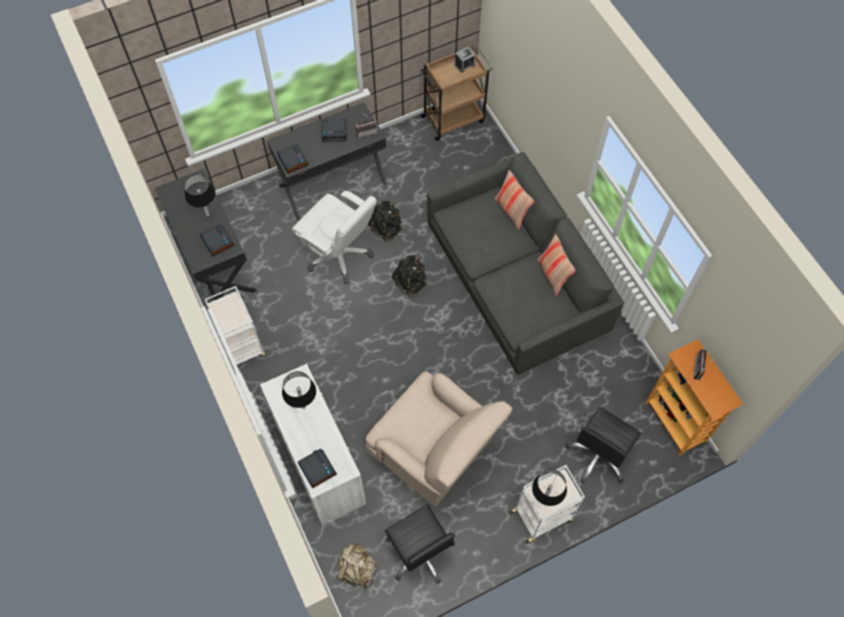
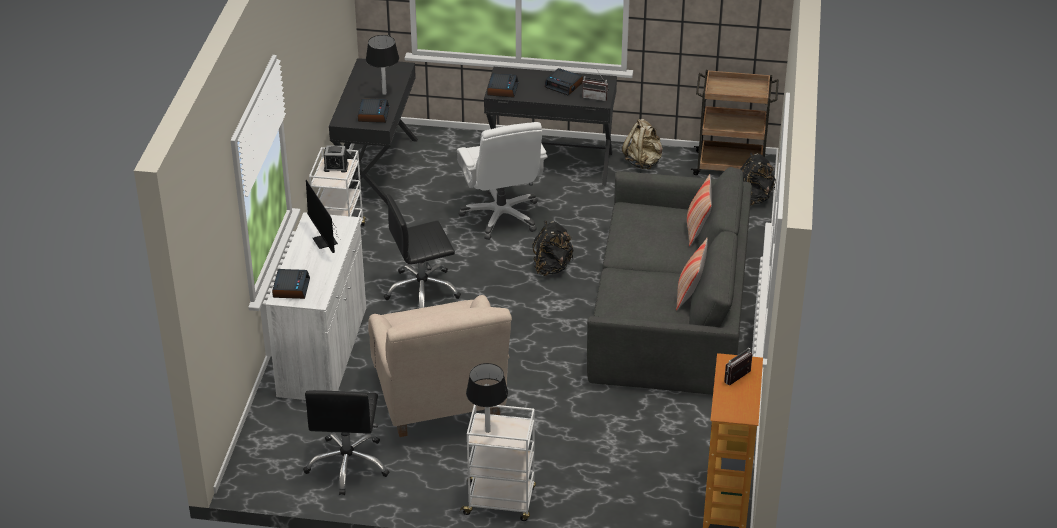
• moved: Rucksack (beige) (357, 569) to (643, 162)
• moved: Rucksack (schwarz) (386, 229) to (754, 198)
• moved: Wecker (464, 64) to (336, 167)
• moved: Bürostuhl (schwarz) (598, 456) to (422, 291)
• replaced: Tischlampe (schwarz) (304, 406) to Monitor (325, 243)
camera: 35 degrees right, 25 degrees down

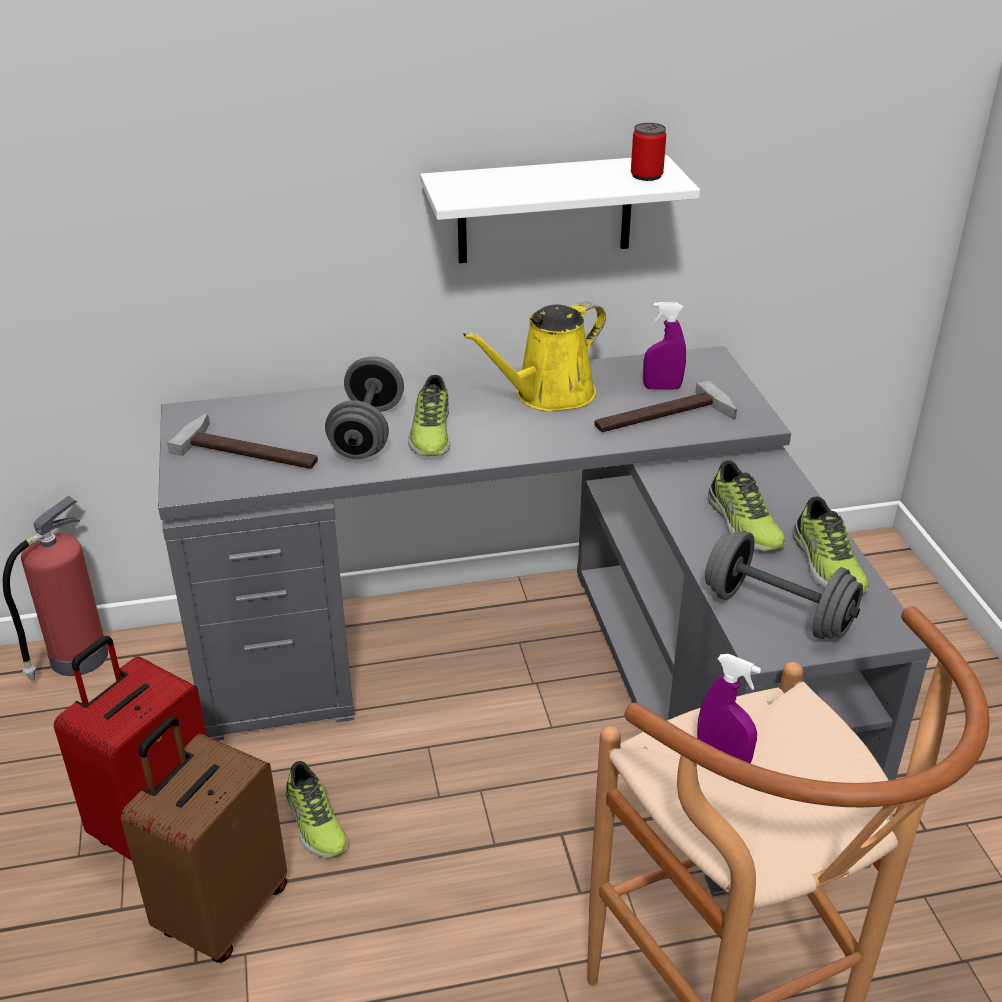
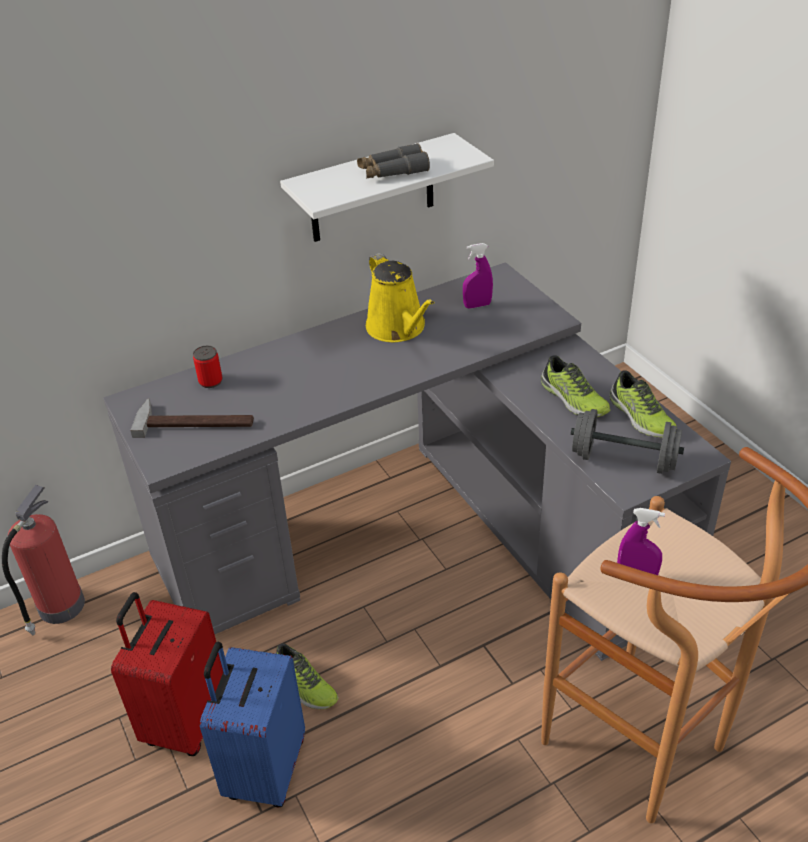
• removed: Hantel (grau) (367, 432)
• removed: Schuh (430, 433)
• removed: Hammer (664, 418)
• added: Fernglas (grau) (393, 171)
• moved: Dose (646, 175) to (210, 381)
• recoloured: Koffer (braun) (221, 911) to Koffer (blau) (264, 769)
• turned: Gießkanne (gelb) (548, 395) = (398, 328) 60 degrees counterclockwise
camera: 15 degrees left, 5 degrees up

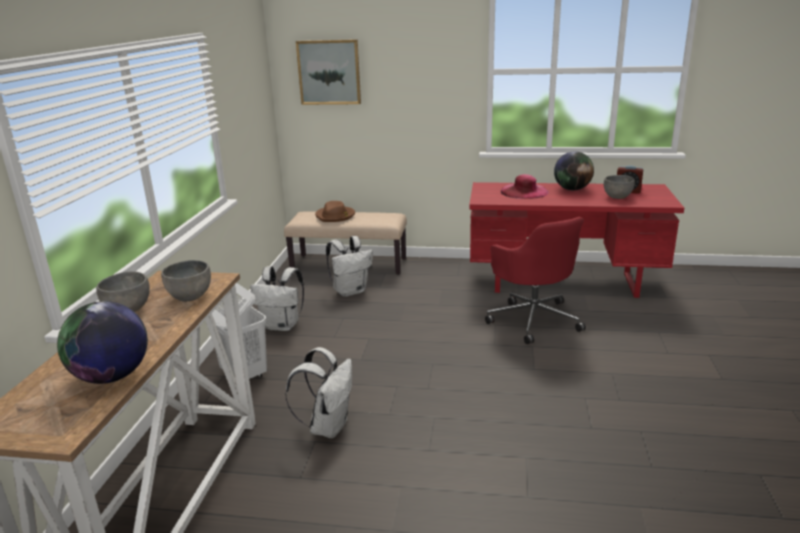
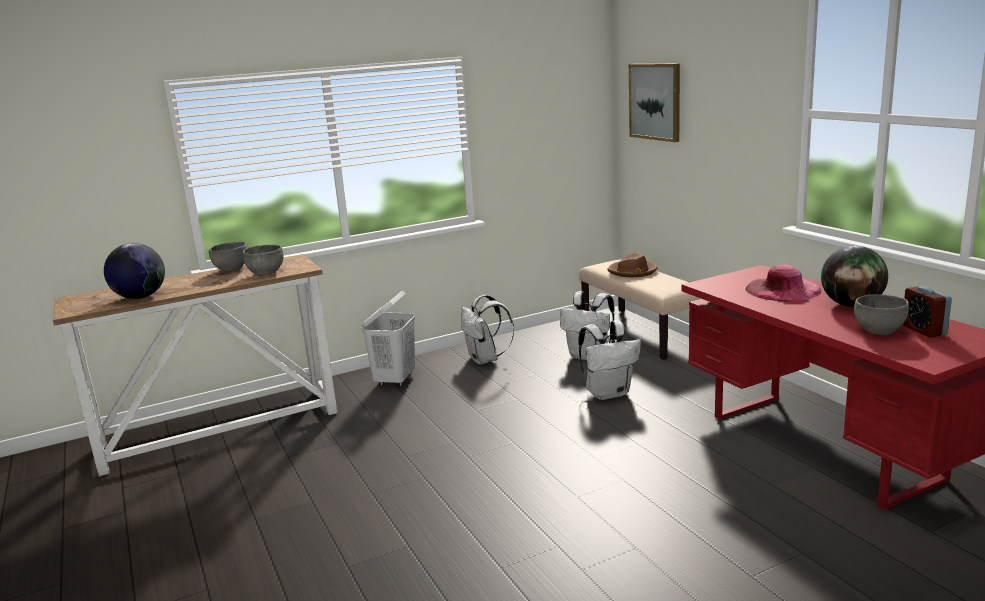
• removed: Bürostuhl (rot) (533, 319)
• moved: Rucksack (weiß) (328, 426) to (608, 393)
camera: 55 degrees right, 5 degrees down

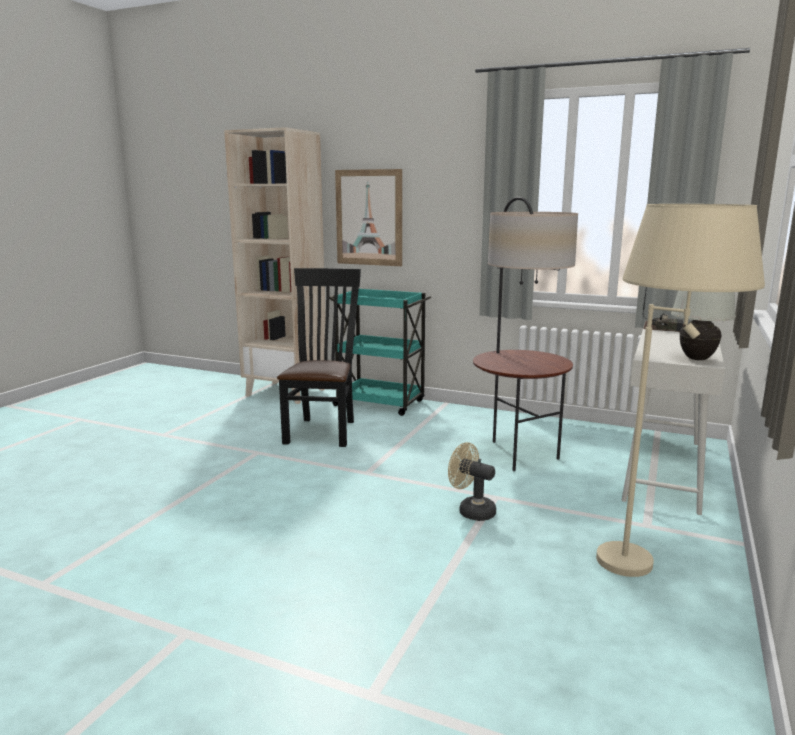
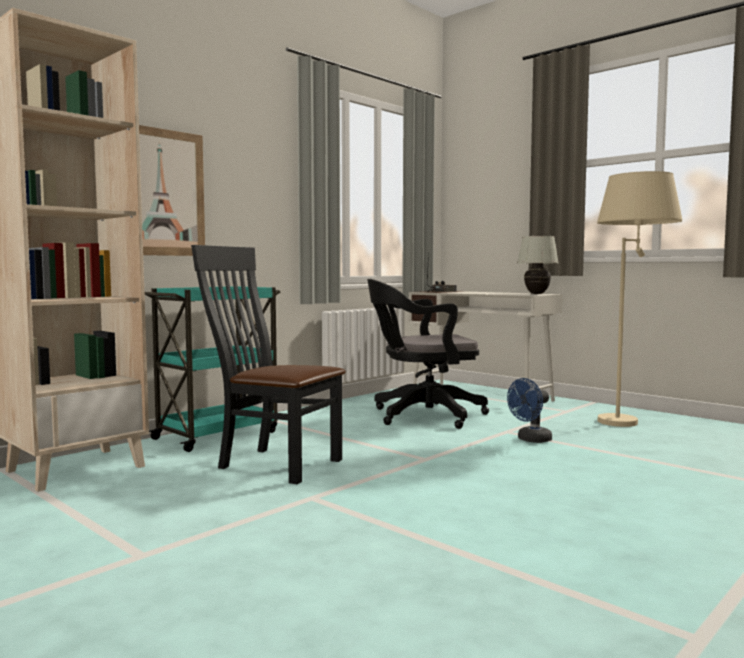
• replaced: Stehlampe (517, 454) to Bürostuhl (schwarz) (422, 416)
• recoloured: Ventilator (beige) (471, 511) to Ventilator (blau) (530, 440)
camera: 70 degrees left, 10 degrees down

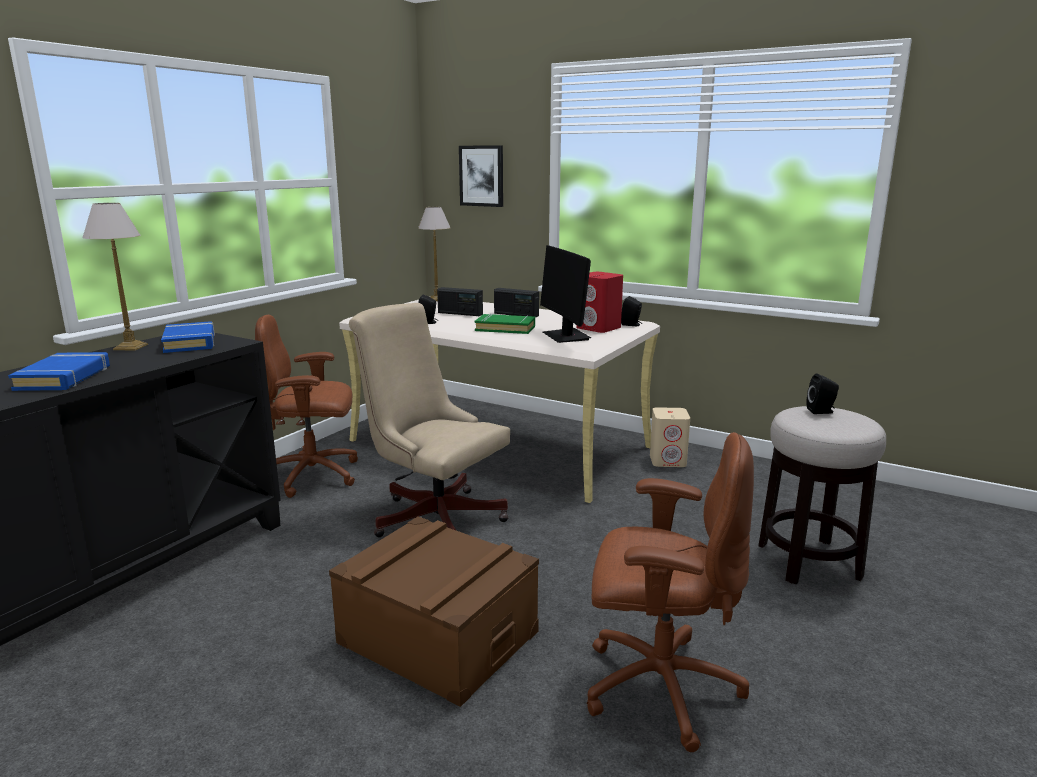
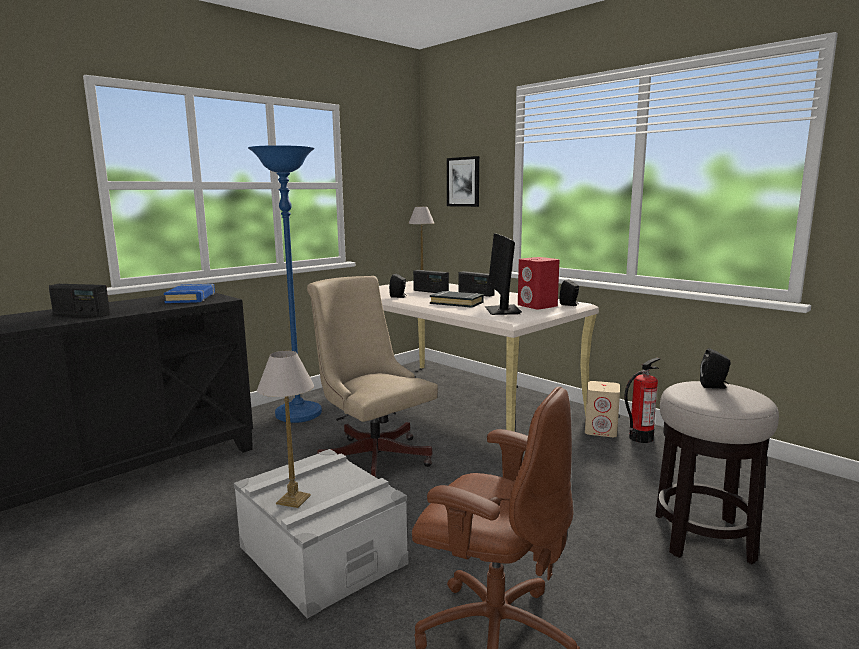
• added: Feuerlöscher (640, 438)
• moved: Tischlampe (131, 347) to (294, 499)
• replaced: Buch (blau) (64, 378) to Radio (81, 315)
• replaced: Bürostuhl (braun) (314, 475) to Stehlampe (blau) (298, 415)
• recoloured: Aufbewahrungsbox (braun) (437, 637) to Aufbewahrungsbox (grau) (321, 555)
• recoloured: Buch (grün) (505, 328) to Buch (schwarz) (457, 303)
camera: 15 degrees right, 5 degrees down

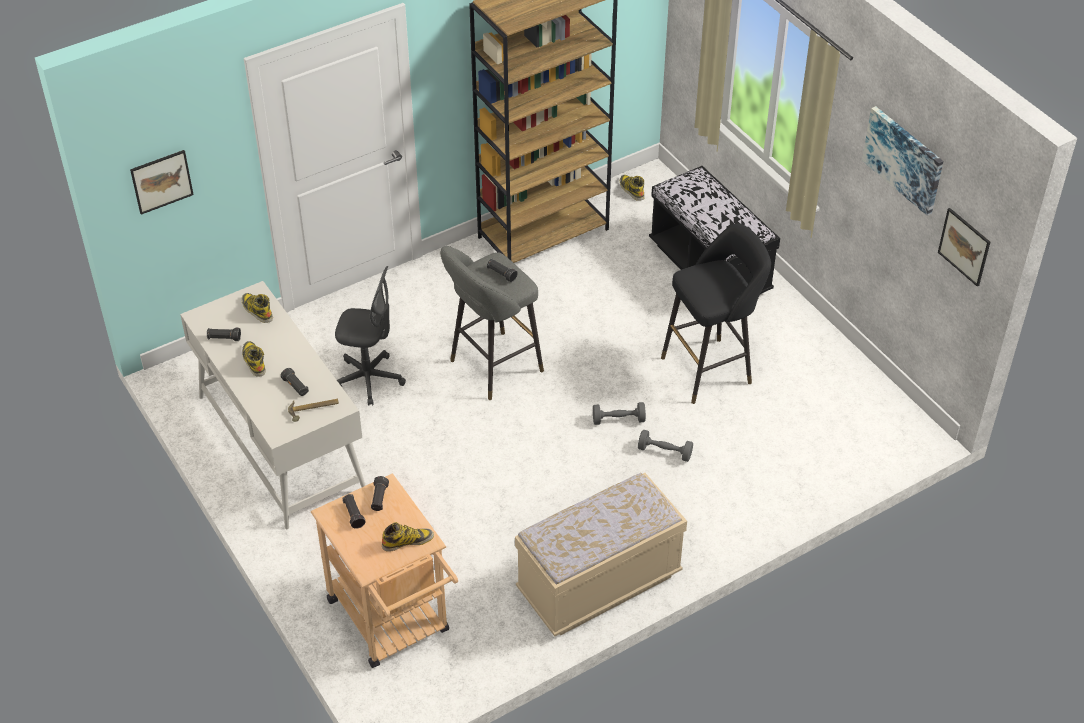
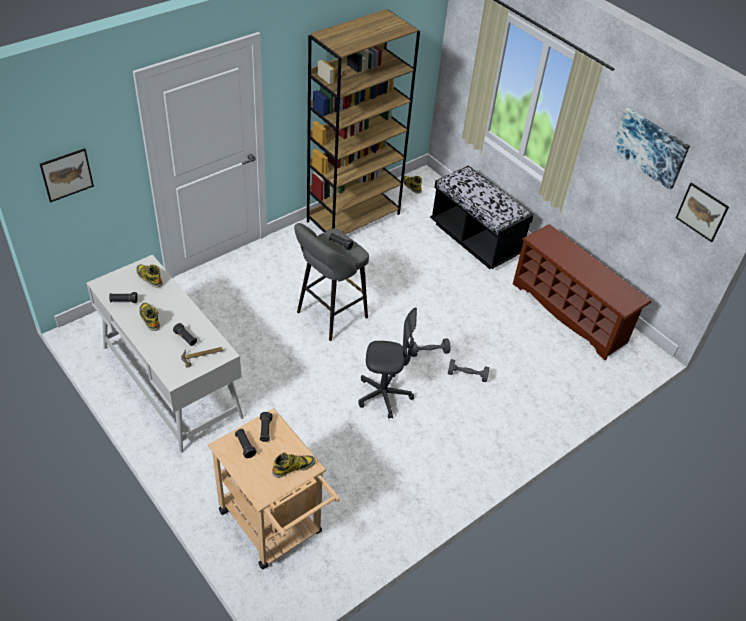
• removed: Bank (beige) (599, 584)
• removed: Hocker (schwarz) (711, 369)
• added: Schuhregal (braun) (570, 313)
• moved: Bürostuhl (grau) (369, 379) to (384, 395)
camera: 10 degrees left, 0 degrees up

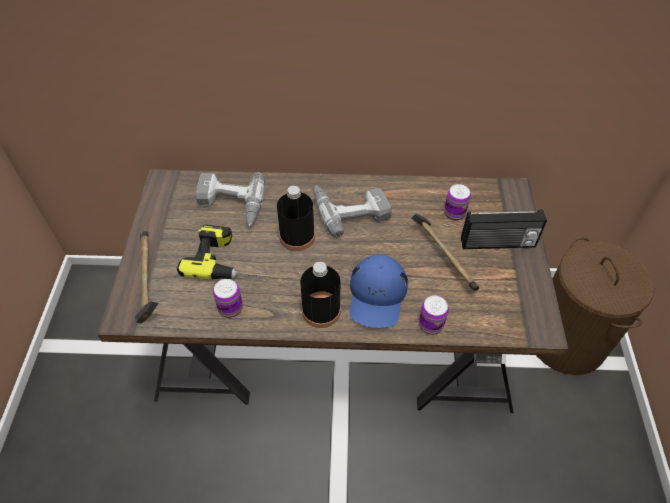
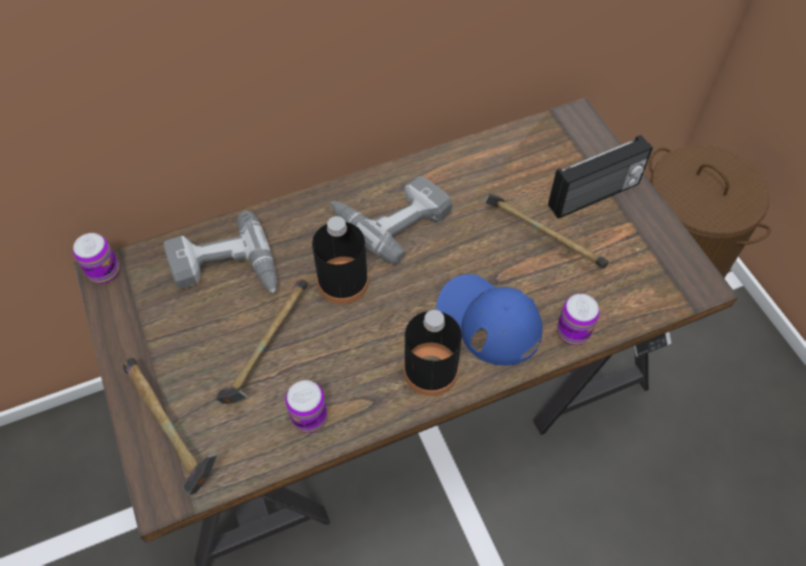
• moved: Dose (454, 213) to (104, 272)
• replaced: Bohrmaschine (227, 259) to Hammer (266, 351)
• turned: Kappe (blau) (377, 295) = (488, 320) 150 degrees clockwise
camera: 25 degrees left, 5 degrees up

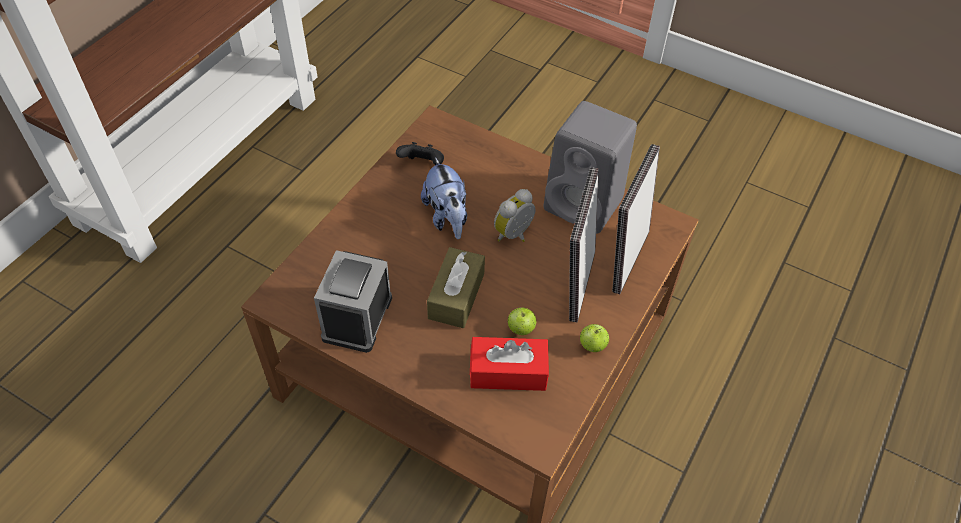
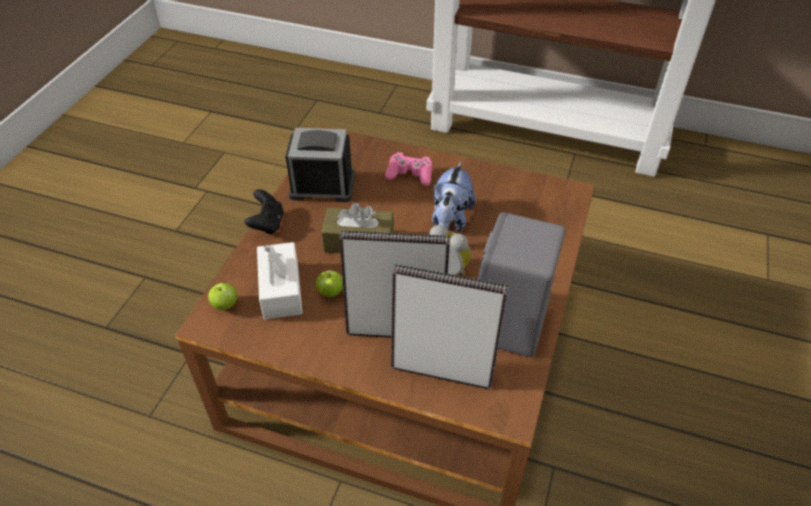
• added: Gamepad (rosa) (410, 174)
• moved: Gamepad (schwarz) (422, 165) to (267, 224)
• moved: Apfel (592, 345) to (225, 305)
• recoloured: Taschentuchbox (rot) (508, 372) to Taschentuchbox (weiß) (281, 290)
• turned: Plüschtier (447, 217) = (450, 221) 45 degrees counterclockwise
camera: 80 degrees right, 5 degrees down

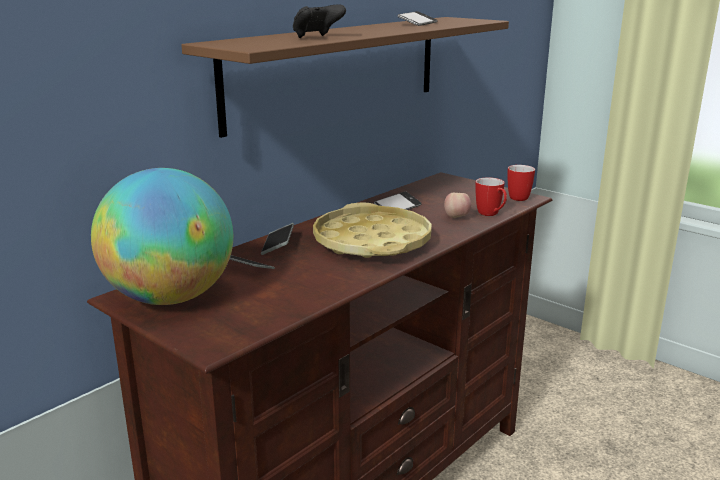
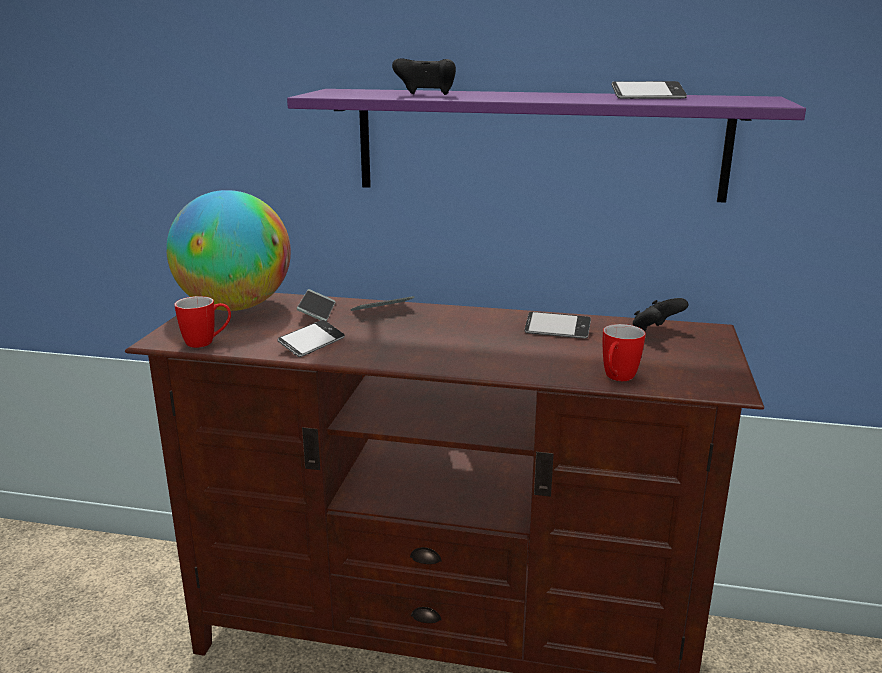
• removed: Tablett (gelb) (372, 242)
• removed: Apfel (456, 217)
• added: Handy (312, 344)
• added: Gamepad (schwarz) (655, 331)
• moved: Henkelbecher (519, 196) to (207, 343)
• recoloured: Wandregal (braun) (337, 70) to Wandregal (lila) (538, 144)
camera: 60 degrees right, 0 degrees up

